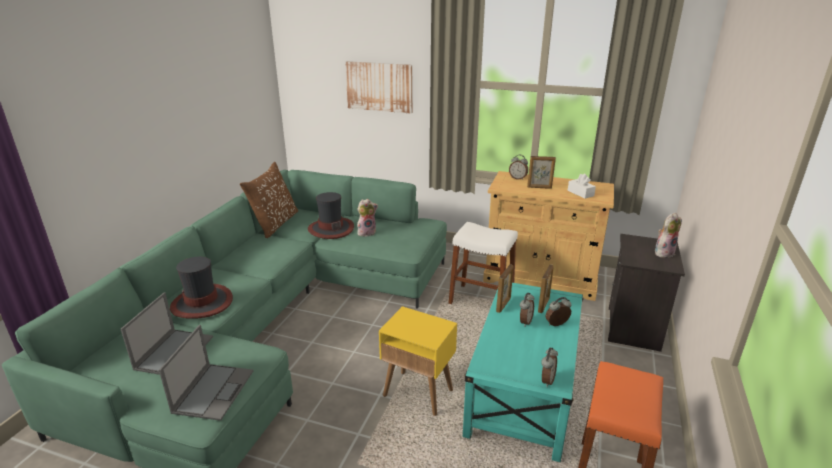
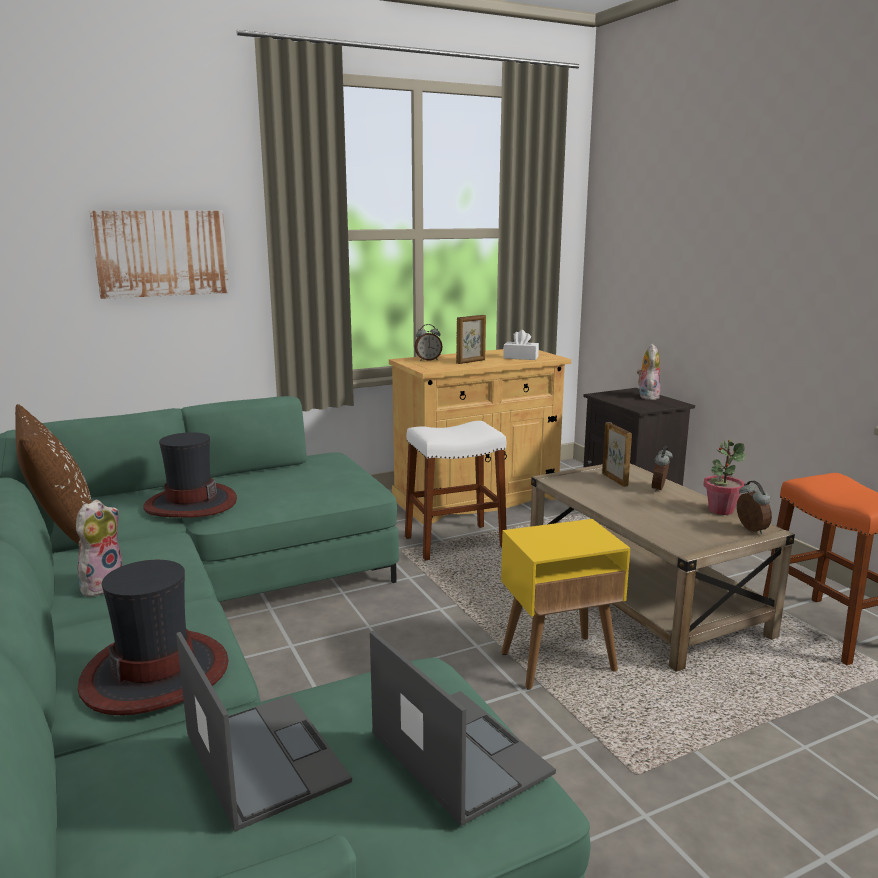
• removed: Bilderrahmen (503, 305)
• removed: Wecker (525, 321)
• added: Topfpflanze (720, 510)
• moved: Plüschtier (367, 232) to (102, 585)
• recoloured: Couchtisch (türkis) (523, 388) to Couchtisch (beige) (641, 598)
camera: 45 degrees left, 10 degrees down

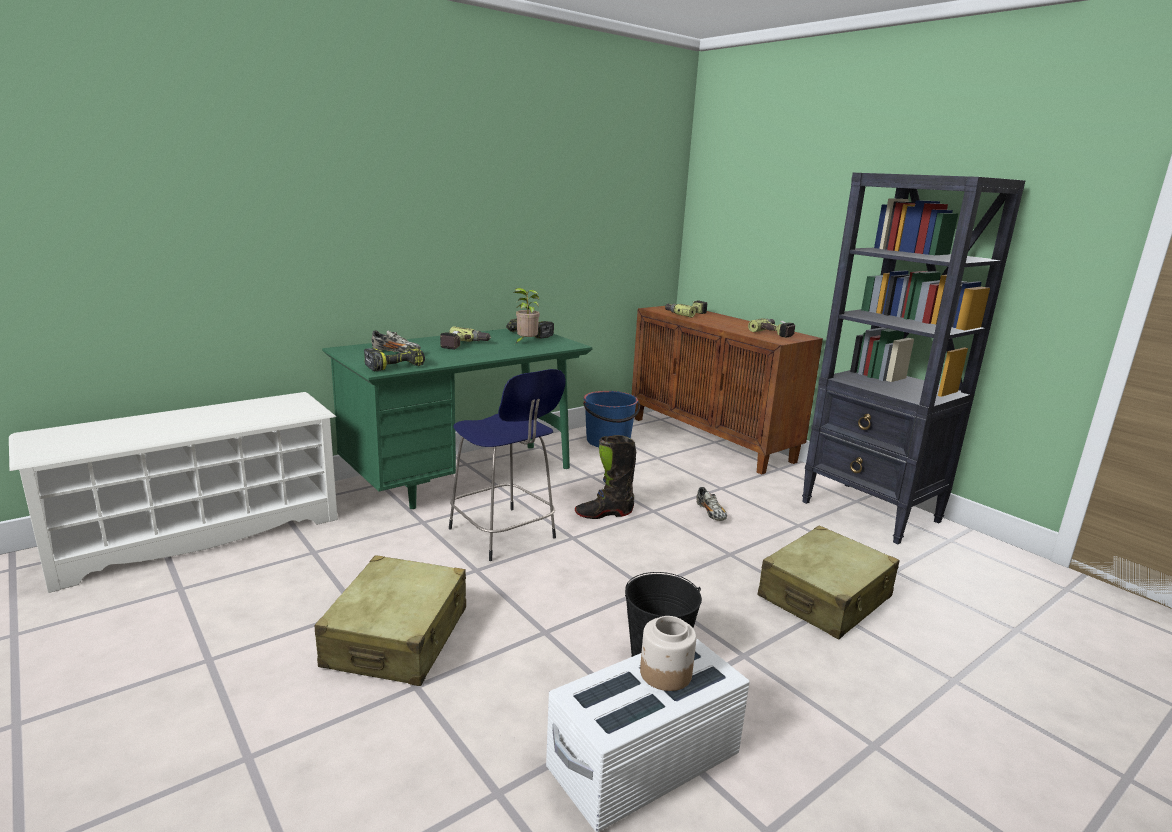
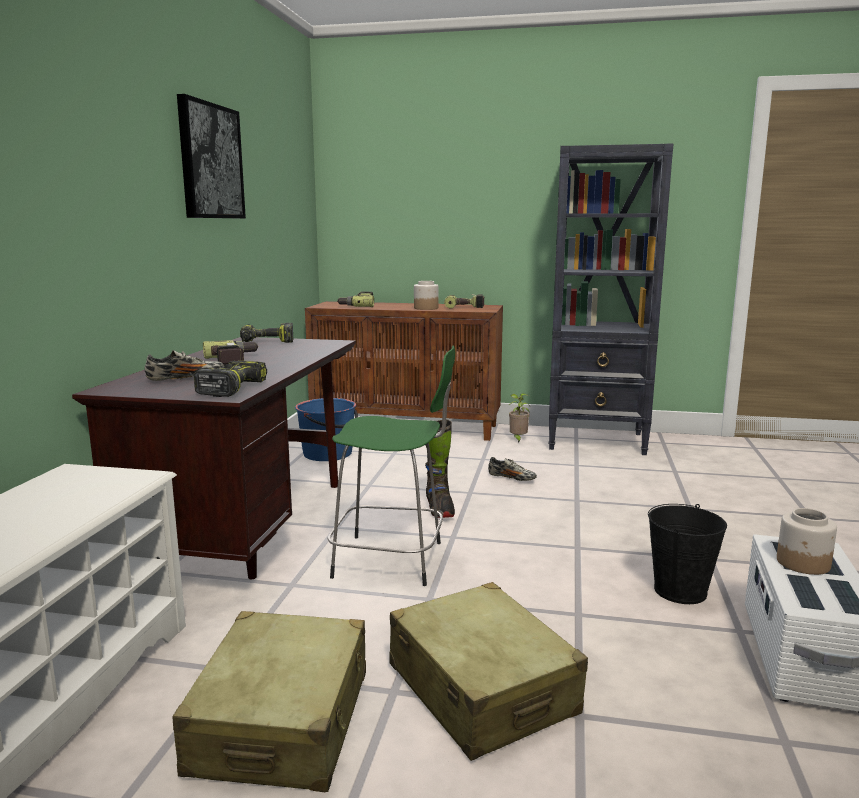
• added: Bild (210, 161)
• added: Vorratsglas (425, 308)
• moved: Topfpflanze (525, 343) to (518, 439)
• moved: Koffer (beige) (825, 598) to (282, 722)
• recoloured: Schreibtisch (grün) (464, 477) to Schreibtisch (braun) (250, 530)
• recoloured: Hocker (blau) (504, 535) to Hocker (grün) (393, 560)
• turned: Stiefel (schwarz) (604, 514) = (439, 509) 45 degrees counterclockwise
camera: 40 degrees left, 5 degrees down

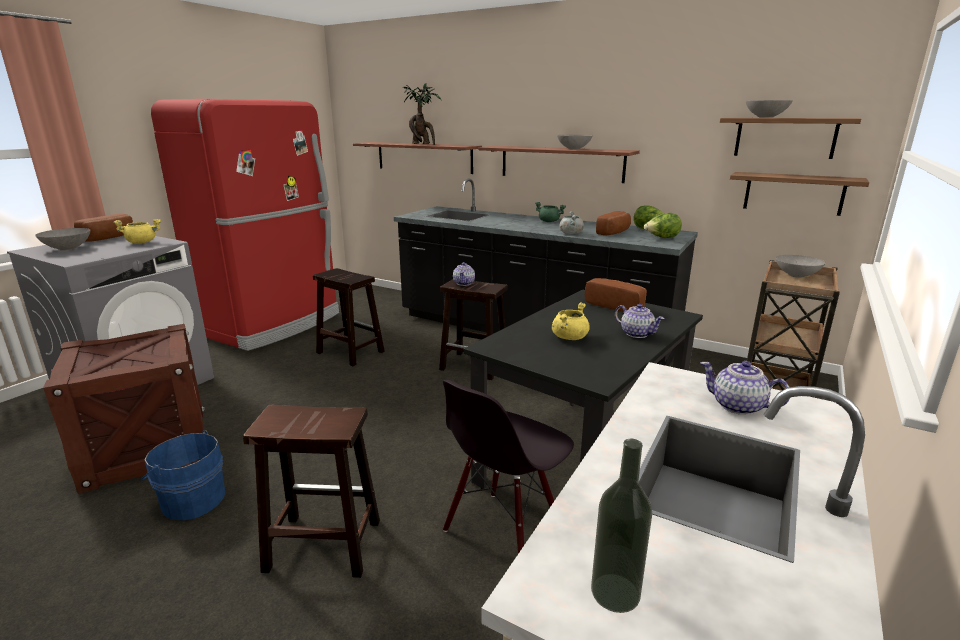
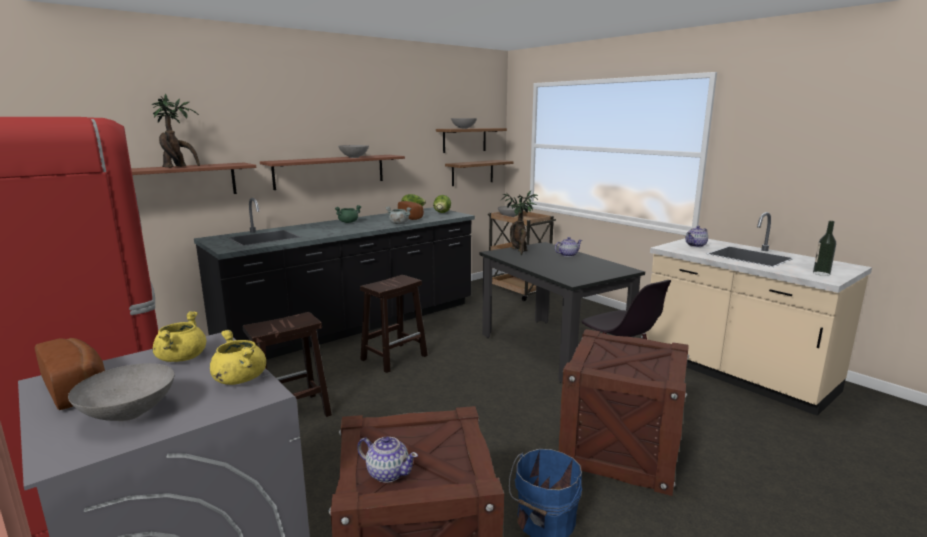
• moved: Teekanne (464, 283) to (387, 473)
• moved: Kochtopf (gelb) (569, 337) to (239, 379)
• replaced: Hocker (braun) (321, 545) to Kiste (620, 449)
• replaced: Brot (616, 306) to Topfpflanze (519, 251)
camera: 70 degrees left, 5 degrees down

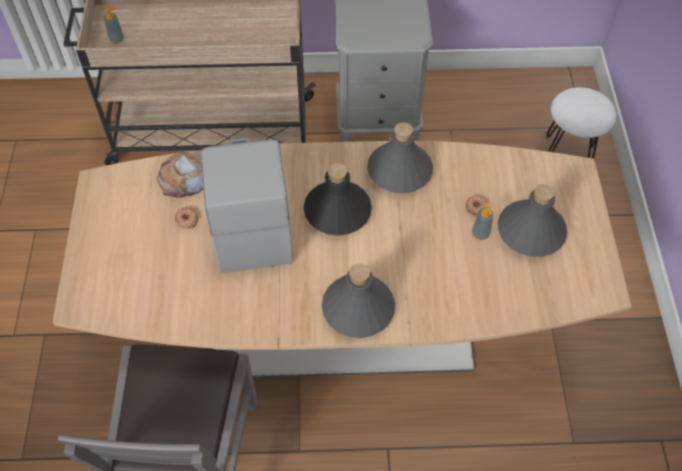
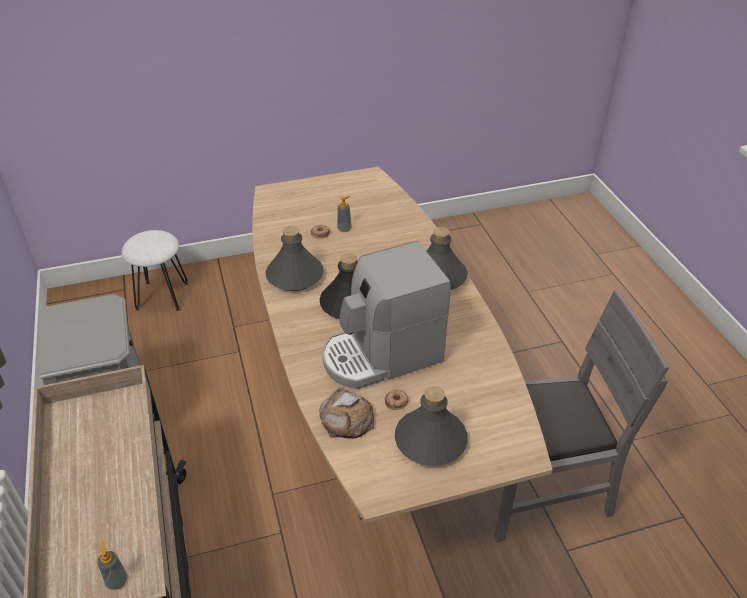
• moved: Flasche (grau) (531, 232) to (430, 440)
camera: 105 degrees left, 15 degrees down

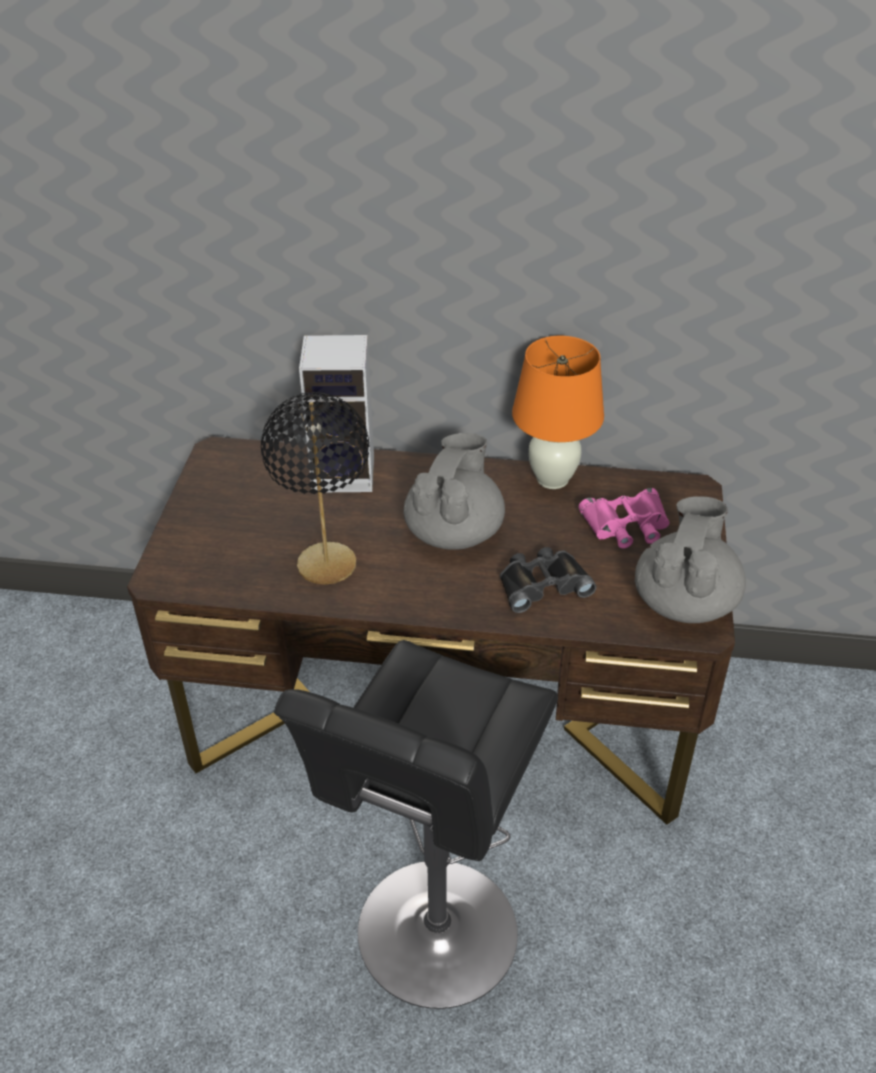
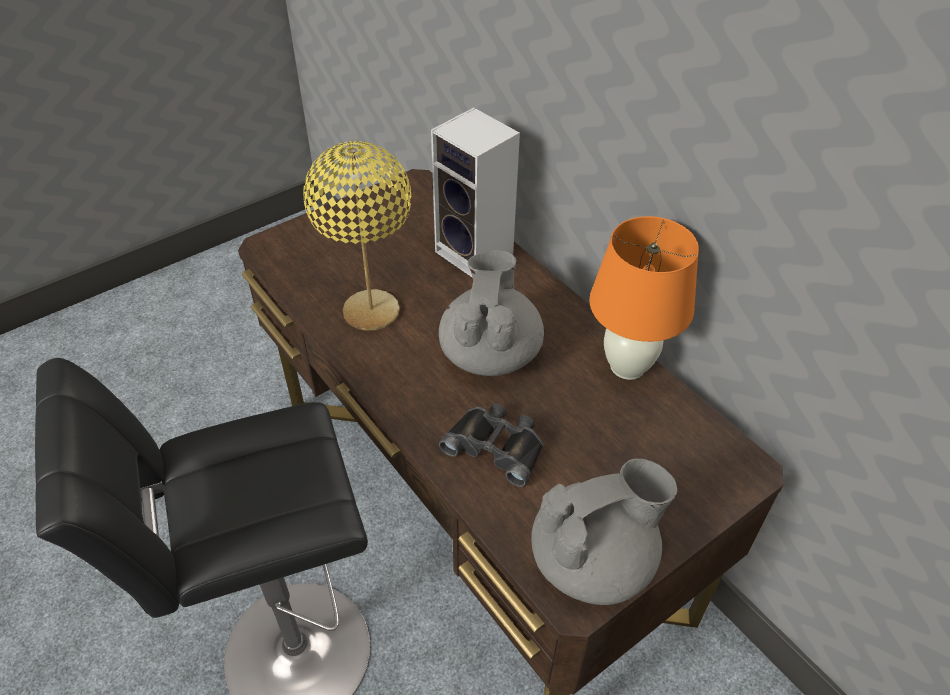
• removed: Fernglas (rosa) (626, 525)
• recoloured: Tischlampe (schwarz) (327, 564) to Tischlampe (gelb) (372, 311)
• turned: Teekanne (grau) (454, 532) = (490, 353) 60 degrees counterclockwise
camera: 45 degrees right, 5 degrees up

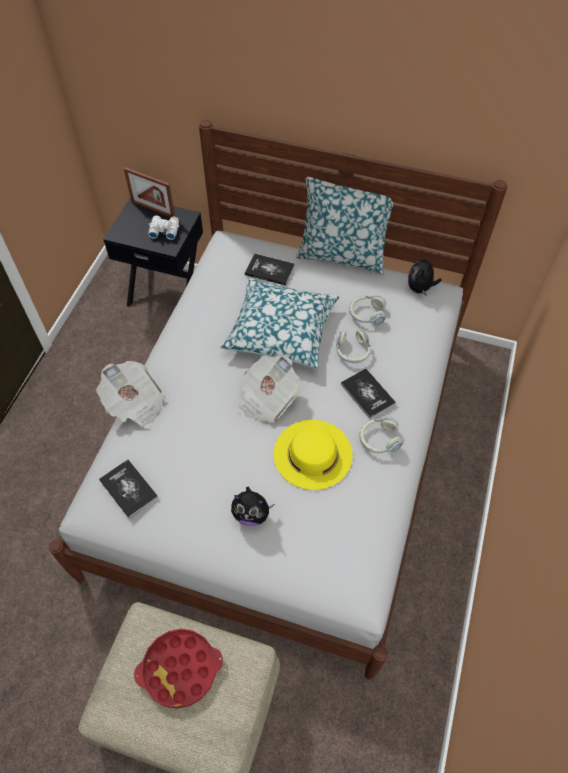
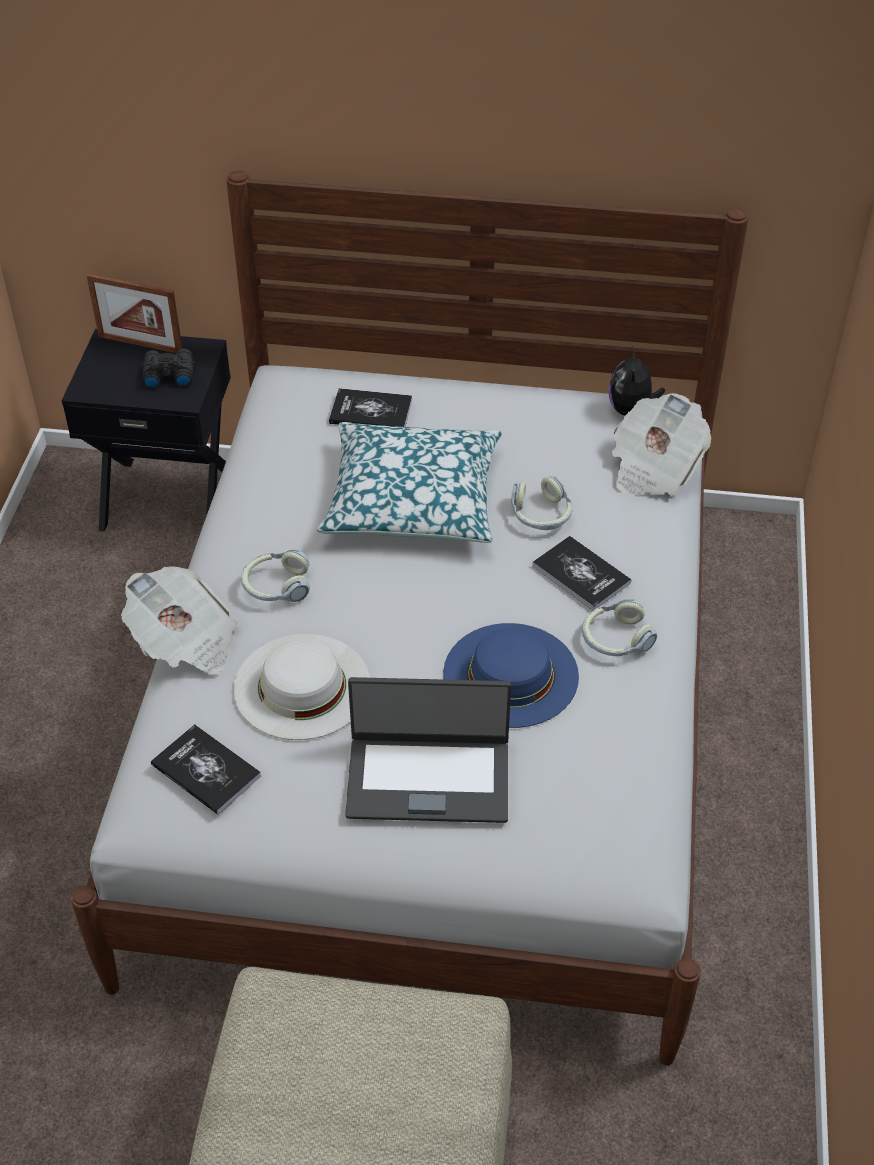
• removed: Tablett (rot) (180, 669)
• removed: Kissen (342, 255)
• added: Hut (weiß) (302, 686)
• moved: Zeitung (267, 399) to (653, 467)
• moved: Kopfhörer (366, 314) to (276, 586)
• replaced: Plüschtier (251, 514) to Laptop (428, 778)
• recoloured: Fernglas (weiß) (164, 230) to Fernglas (schwarz) (168, 374)
• recoloured: Hut (gelb) (313, 454) to Hut (blau) (510, 674)
camera: 10 degrees left, 10 degrees down

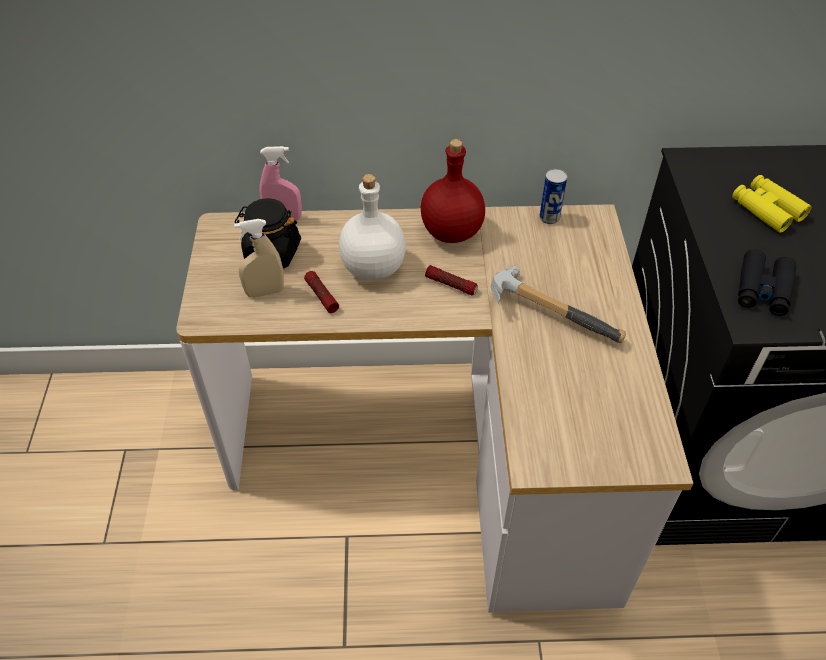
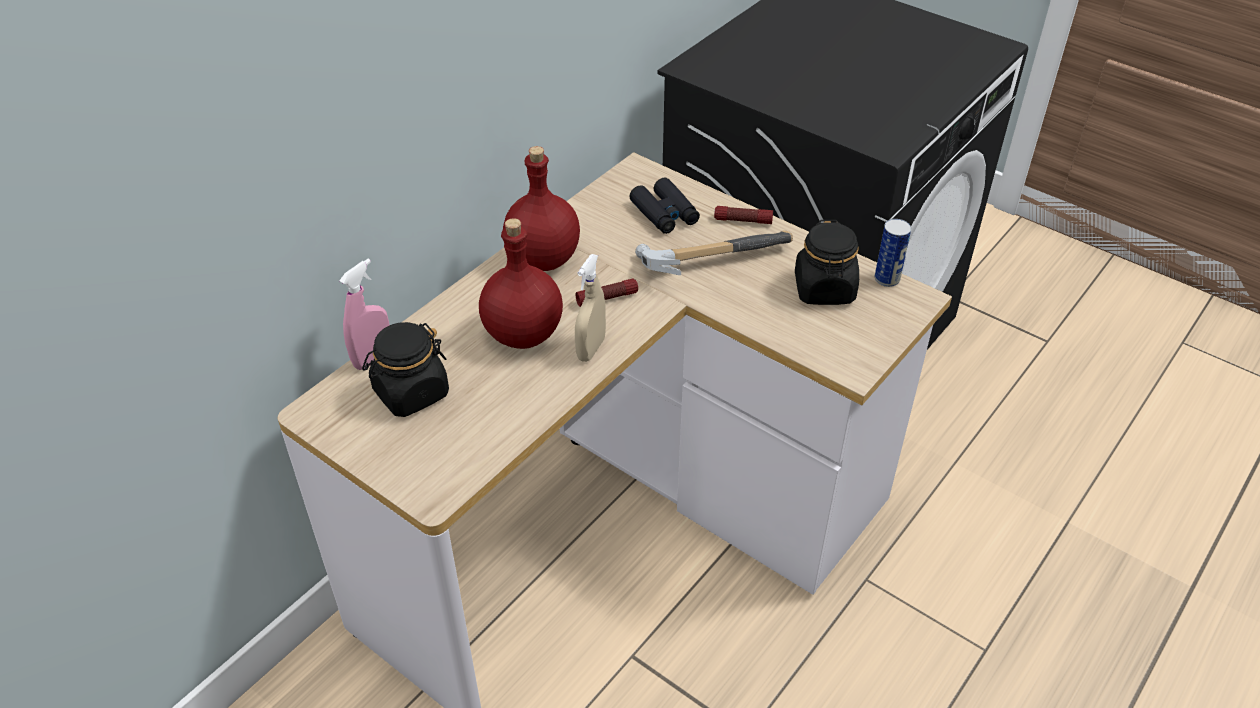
• removed: Fernglas (gelb) (767, 209)
• added: Vorratsglas (schwarz) (824, 289)
• moved: Sprühflasche (beige) (265, 292) to (591, 349)
• moved: Taschenlampe (321, 296) to (743, 221)
• moved: Dose (549, 218) to (887, 279)
• moved: Fernglas (schwarz) (763, 290) to (664, 214)
• recoloured: Flasche (weiß) (373, 267) to Flasche (rot) (522, 333)
camera: 50 degrees left, 5 degrees down

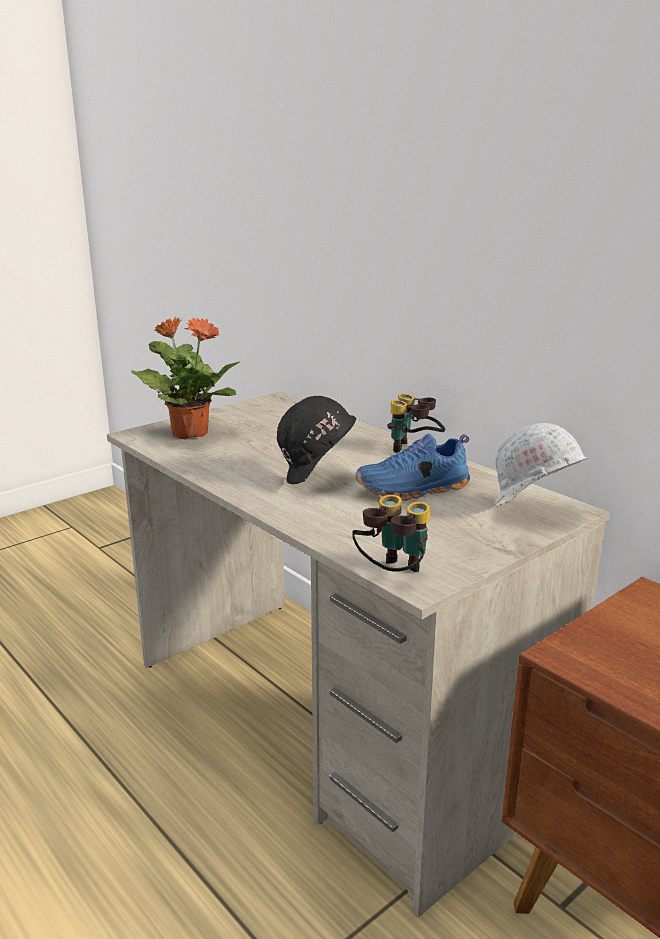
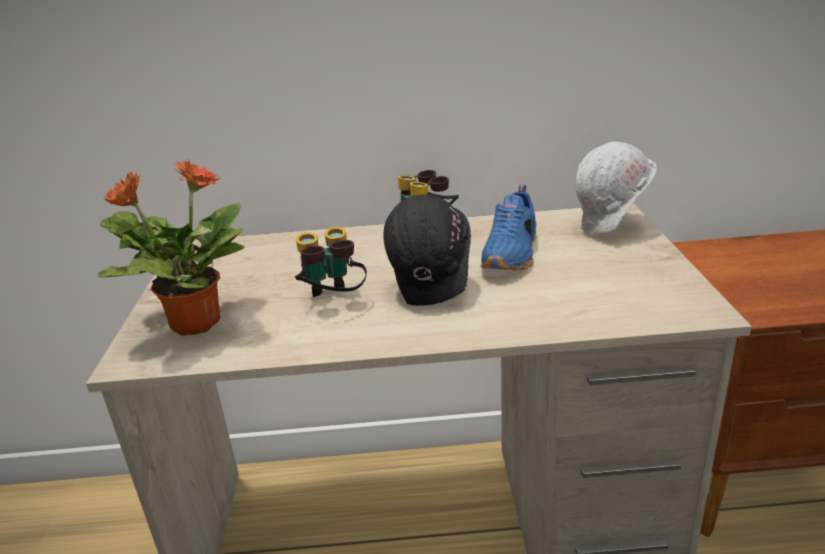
• moved: Fernglas (392, 575) to (333, 301)
camera: 50 degrees left, 5 degrees up

